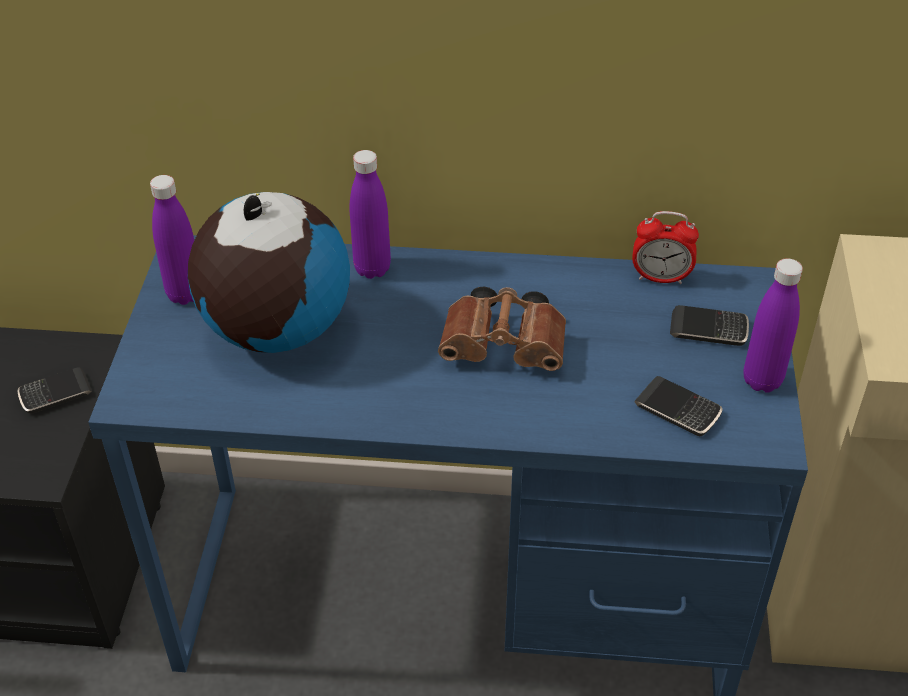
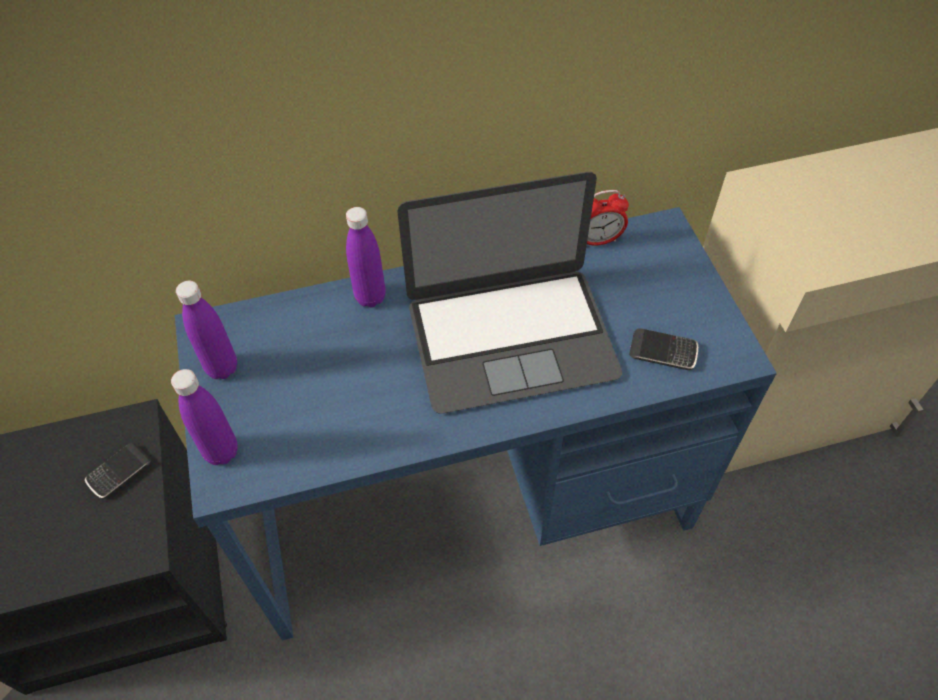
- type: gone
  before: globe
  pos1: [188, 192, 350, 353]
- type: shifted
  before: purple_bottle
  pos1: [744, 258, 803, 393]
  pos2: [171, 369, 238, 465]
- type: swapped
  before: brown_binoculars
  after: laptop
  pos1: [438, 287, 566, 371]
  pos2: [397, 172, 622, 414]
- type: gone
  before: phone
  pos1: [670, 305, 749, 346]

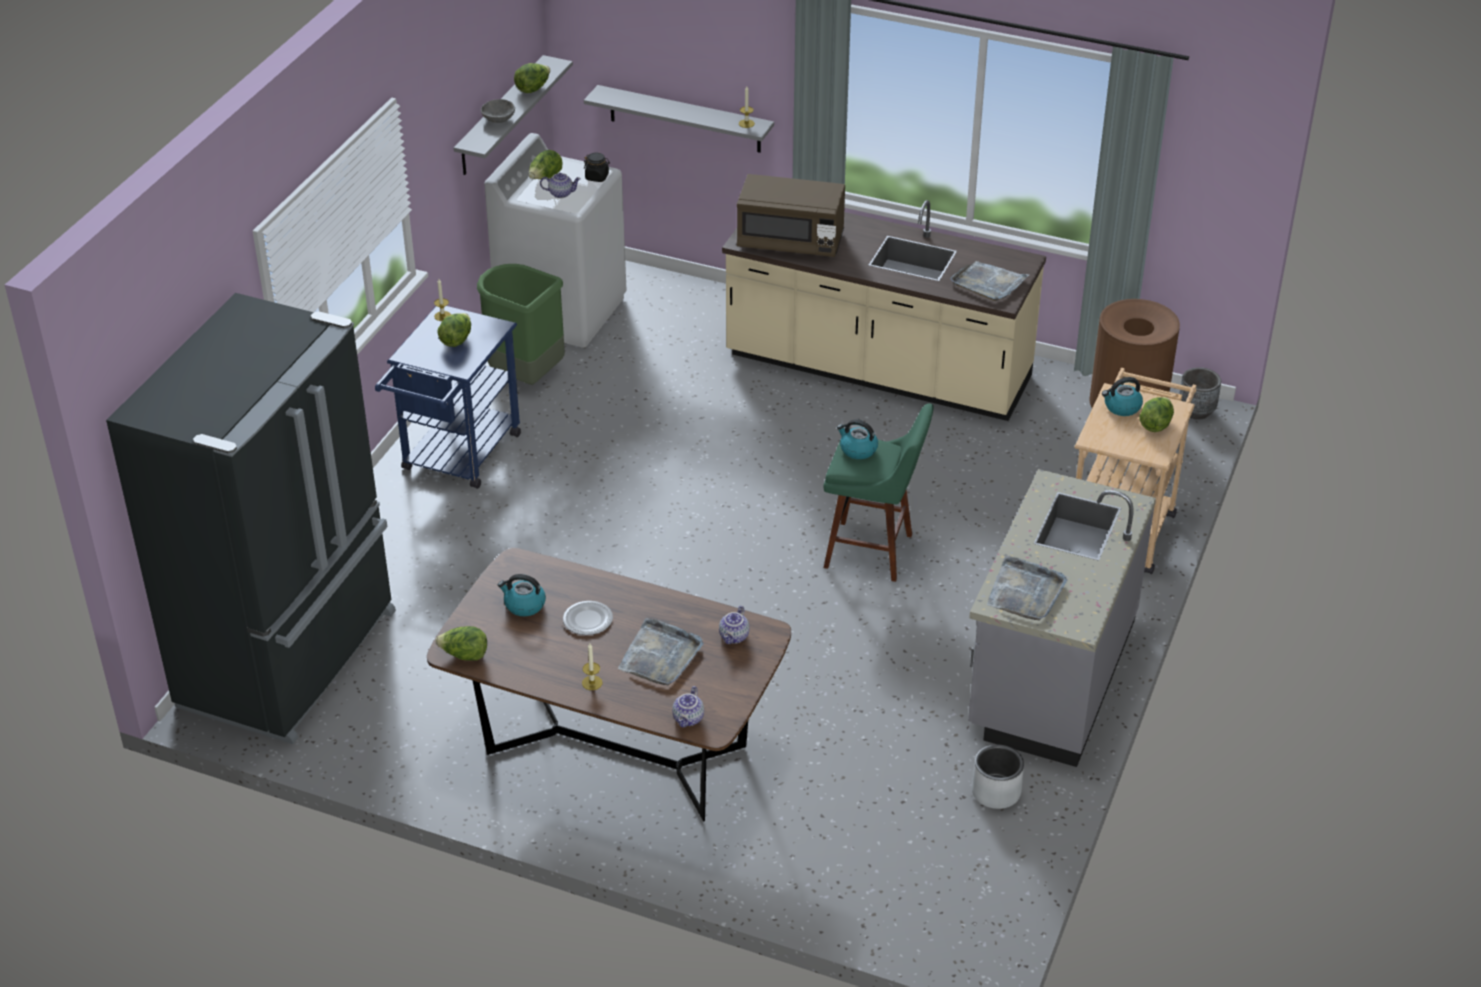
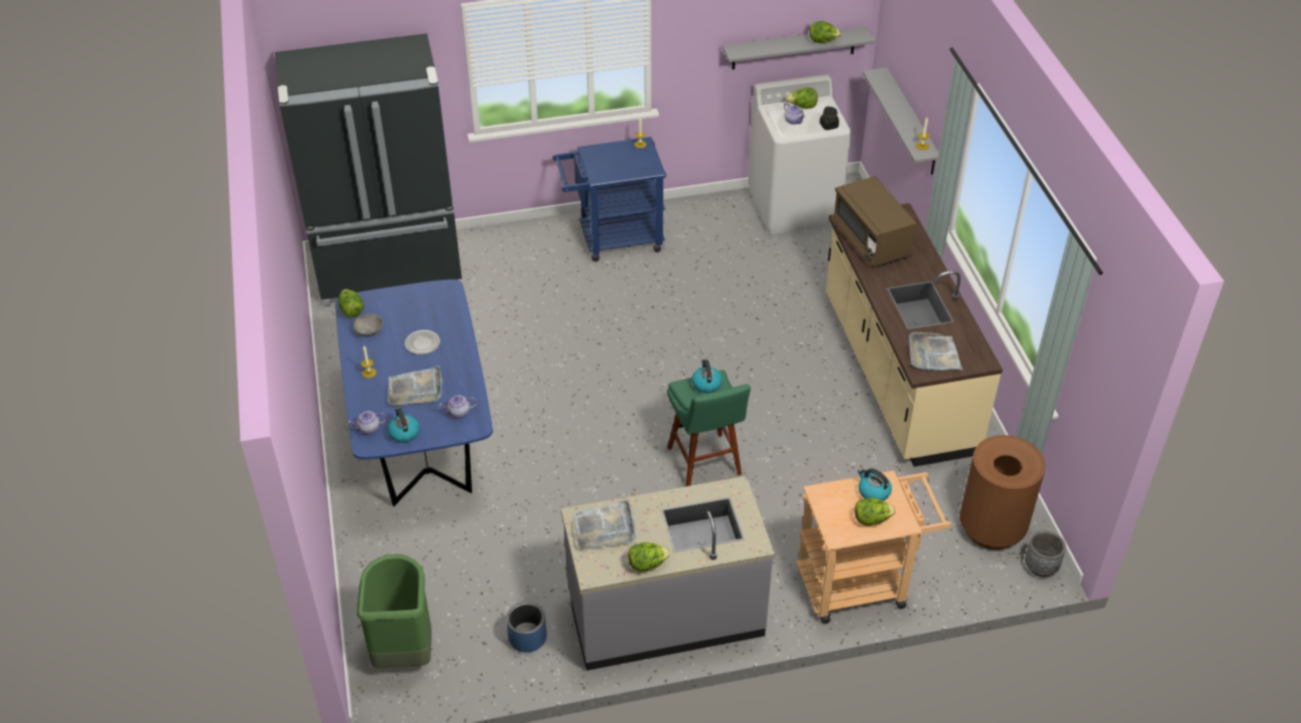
- type: shifted
  before: grey_bowl
  pos1: [481, 99, 515, 123]
  pos2: [354, 314, 383, 336]
- type: shifted
  before: green_trash_can
  pos1: [477, 264, 565, 385]
  pos2: [357, 554, 432, 668]
- type: shifted
  before: lettuce
  pos1: [437, 313, 471, 347]
  pos2: [628, 542, 670, 572]
- type: repainted
  before: brown_dining_table
  after: blue_dining_table
  pos1: [427, 548, 791, 822]
  pos2: [335, 279, 493, 507]
- type: shifted
  before: kettle
  pos1: [498, 574, 546, 616]
  pos2: [388, 407, 420, 443]
- type: repainted
  before: grey_planter
  after: blue_planter
  pos1: [972, 744, 1024, 809]
  pos2: [506, 602, 547, 652]

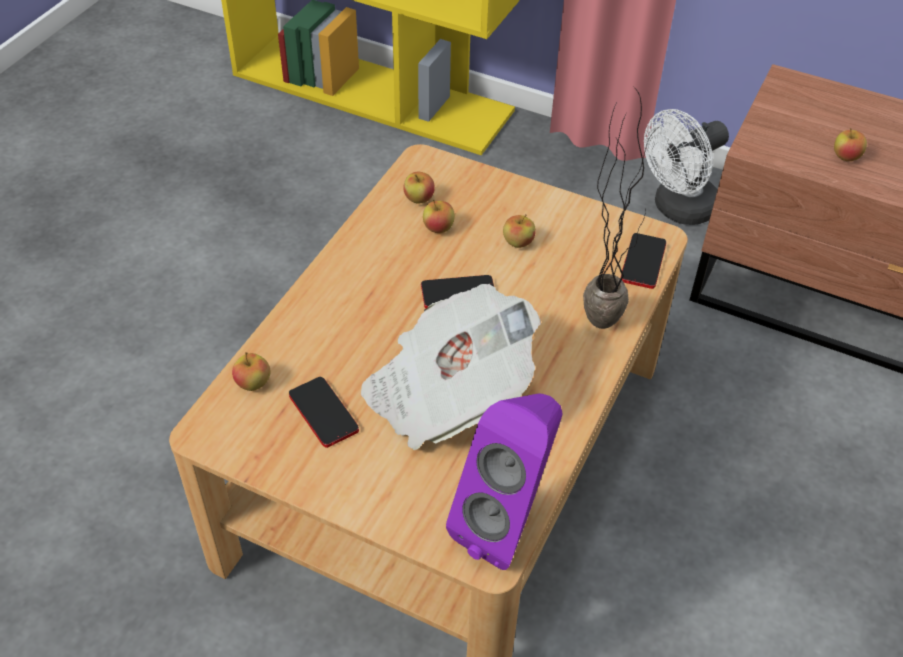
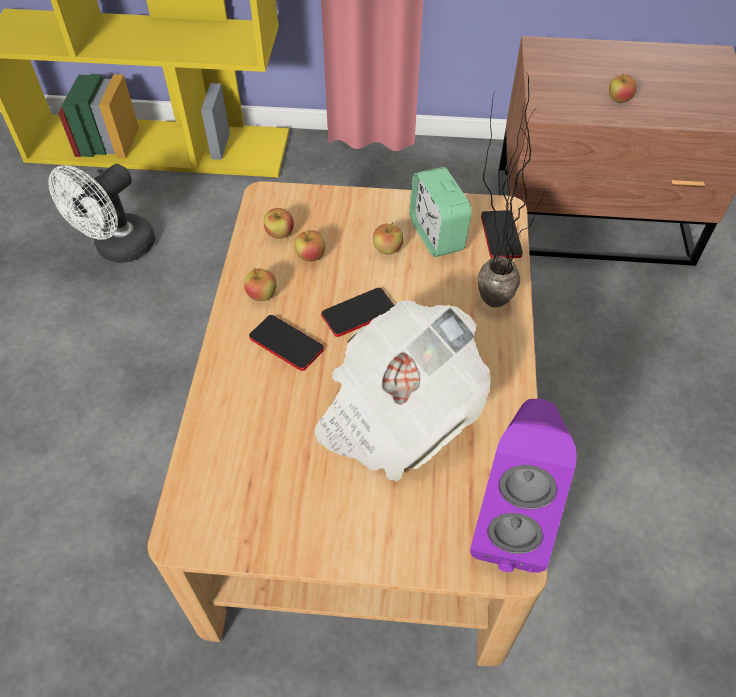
- type: shifted
  before: white_fan
  pos1: [644, 109, 729, 225]
  pos2: [48, 164, 155, 263]
- type: shifted
  before: apple
  pos1: [232, 352, 270, 391]
  pos2: [244, 268, 277, 301]
- type: shifted
  before: phone
  pos1: [289, 377, 359, 448]
  pos2: [249, 315, 324, 371]
- type: new
  after: alarm_clock
  pos2: [409, 167, 472, 257]

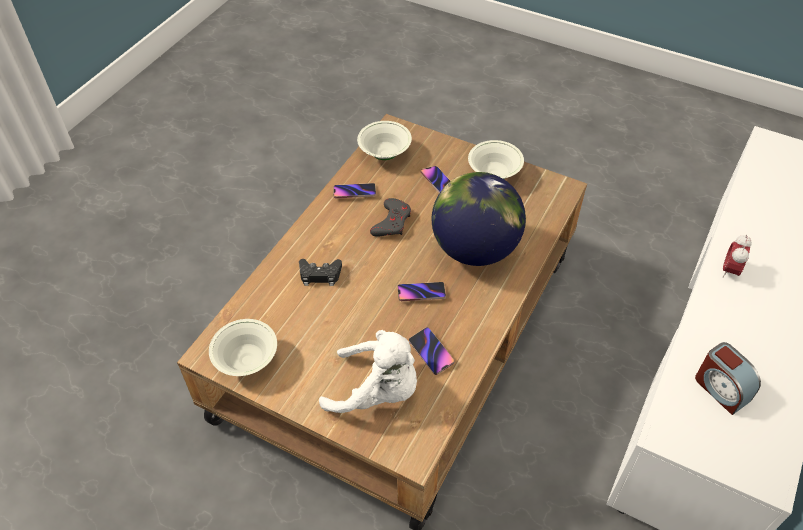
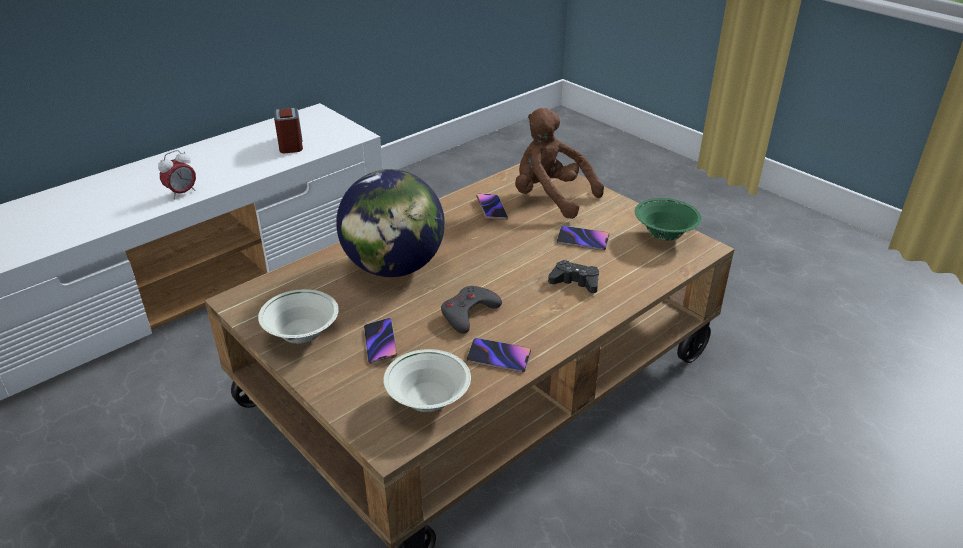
- type: shifted
  before: phone
  pos1: [398, 282, 446, 301]
  pos2: [557, 226, 609, 250]
- type: repainted
  before: white_bowl
  after: green_bowl
  pos1: [209, 319, 277, 376]
  pos2: [635, 198, 702, 241]
- type: repainted
  before: white_plush_toy
  after: brown_plush_toy
  pos1: [319, 330, 417, 413]
  pos2: [515, 108, 604, 219]

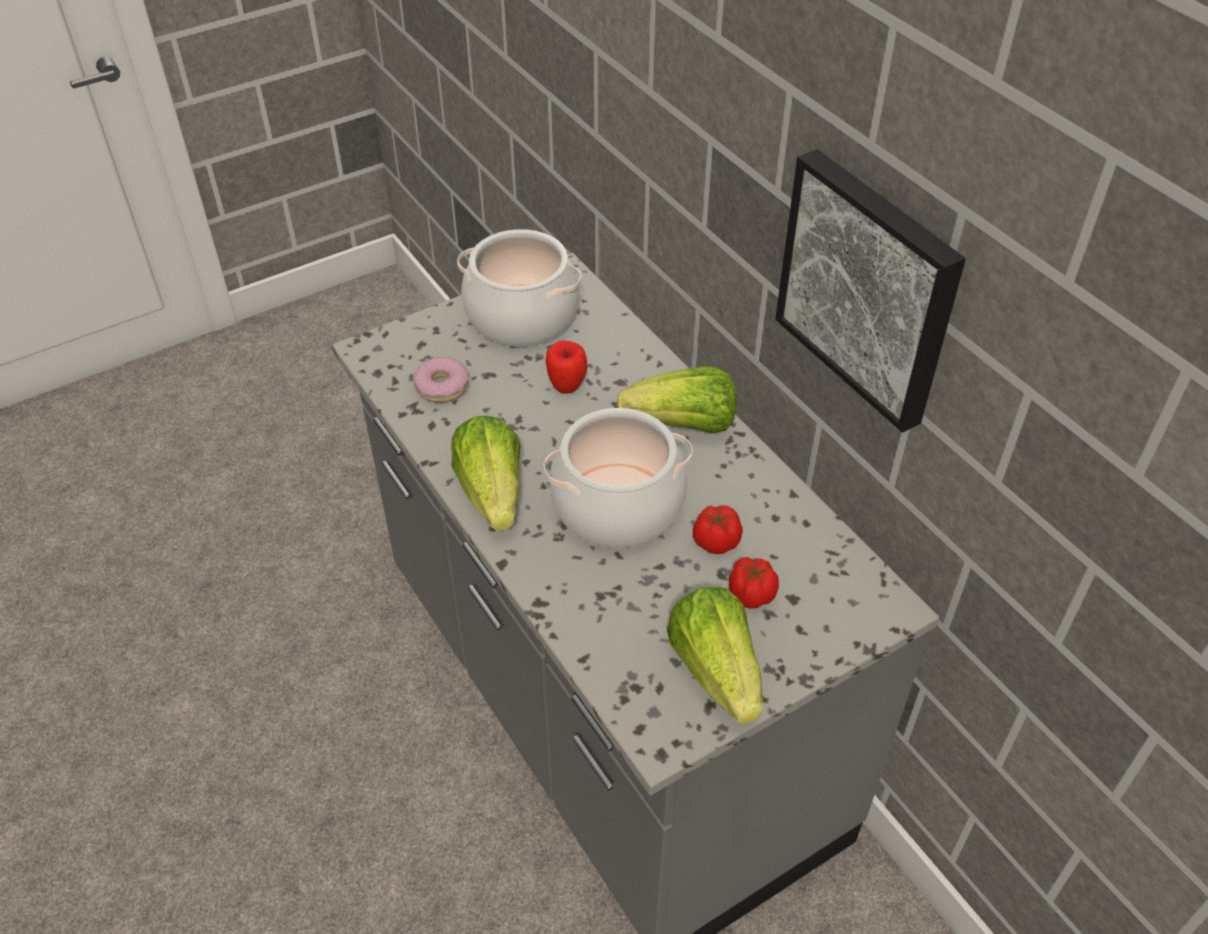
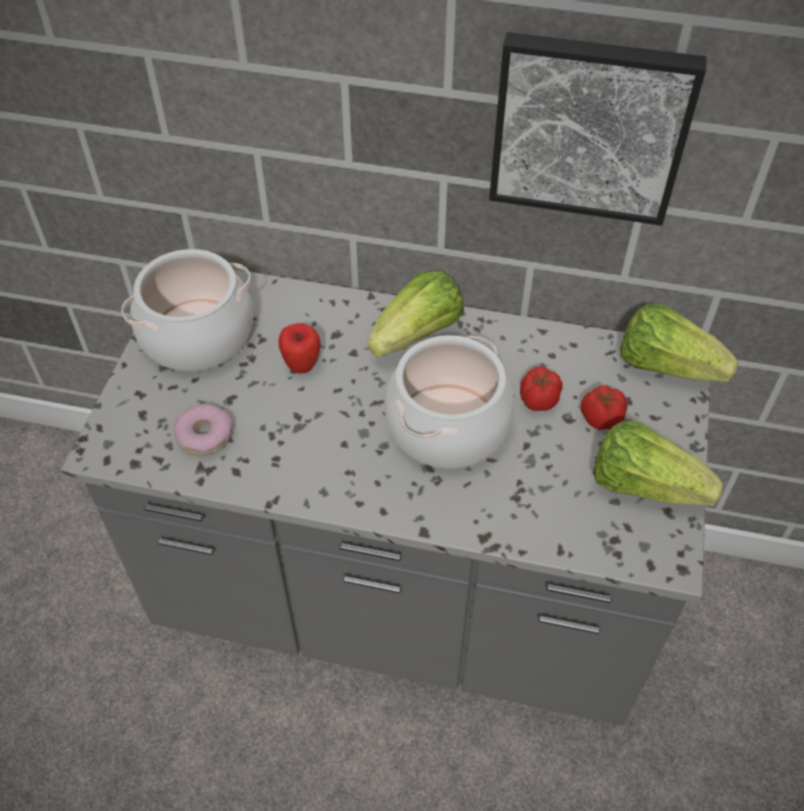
- type: shifted
  before: lettuce
  pos1: [451, 416, 520, 531]
  pos2: [620, 303, 738, 382]

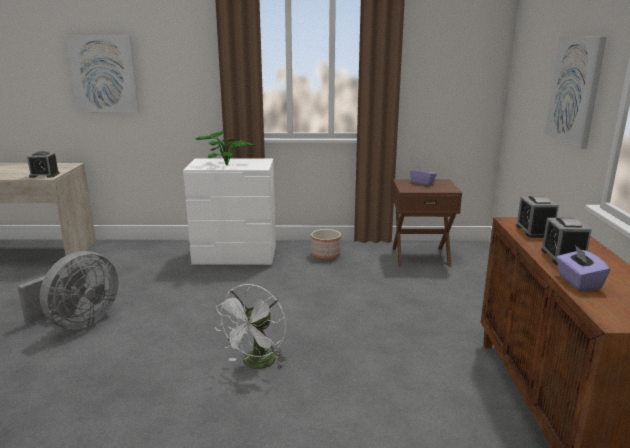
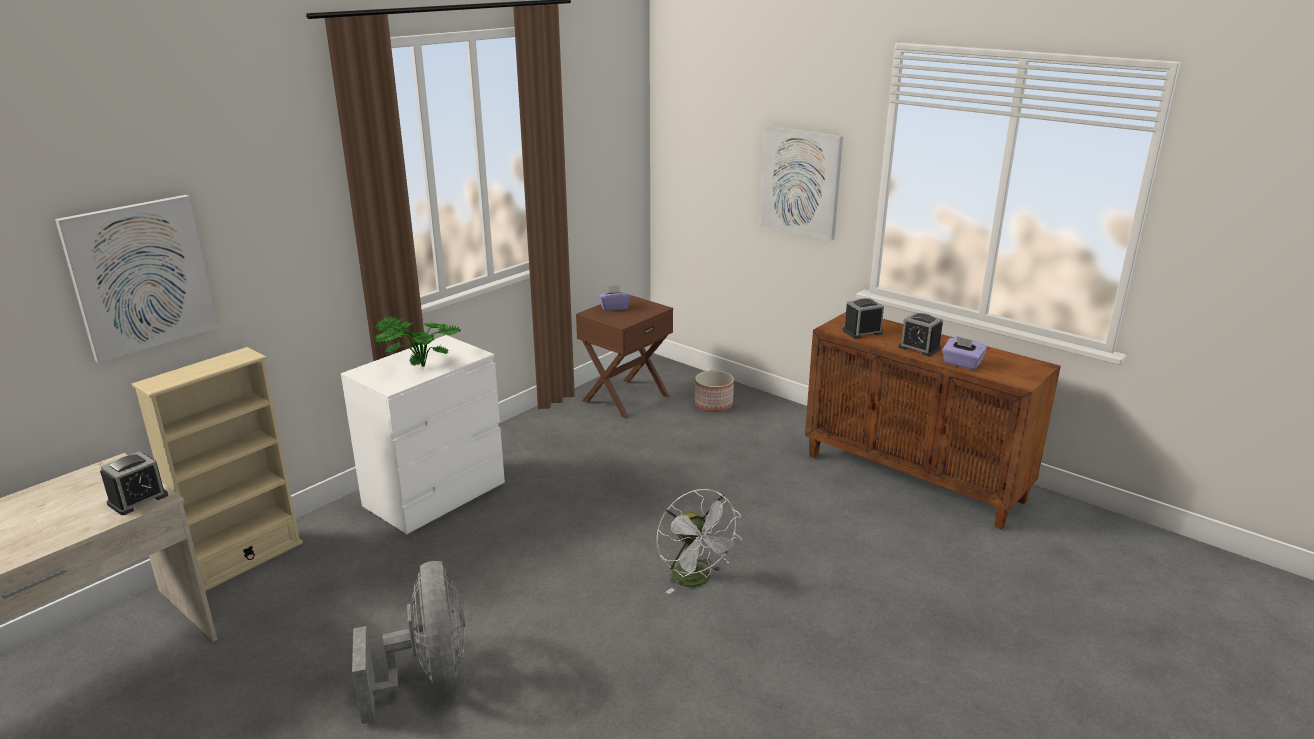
- type: rotated
  before: alarm_clock
  pos1: [516, 196, 559, 238]
  pos2: [842, 298, 884, 339]
  turn: 120
- type: shifted
  before: planter
  pos1: [311, 229, 341, 260]
  pos2: [695, 370, 734, 412]
- type: new
  after: beige_bookcase
  pos2: [132, 347, 303, 591]

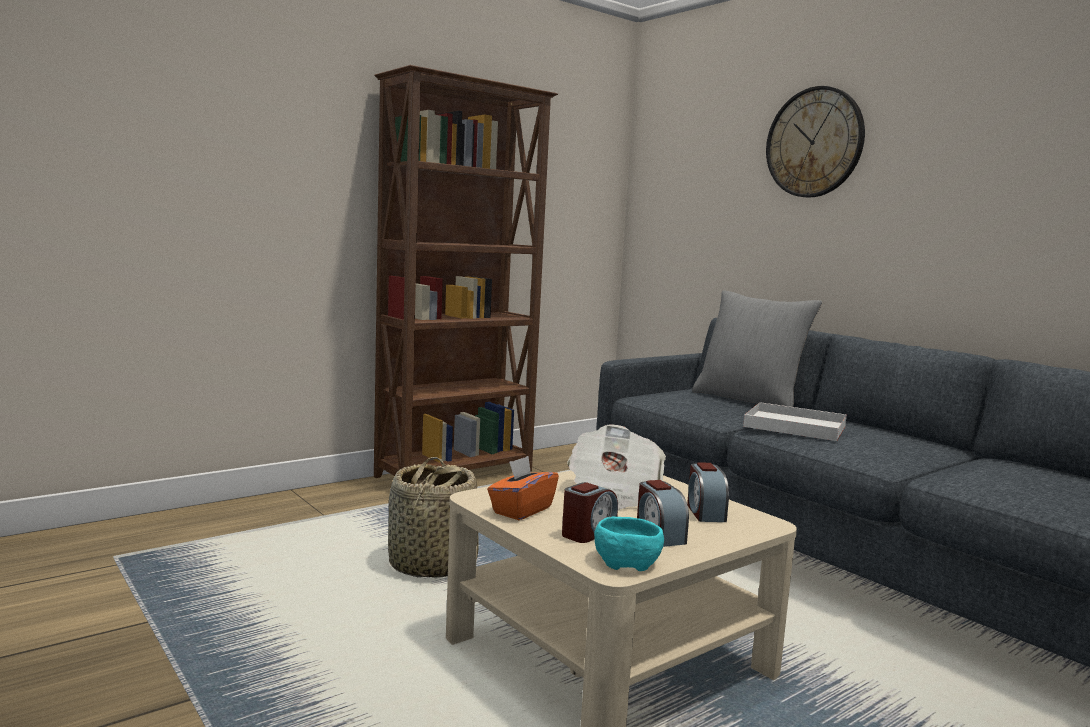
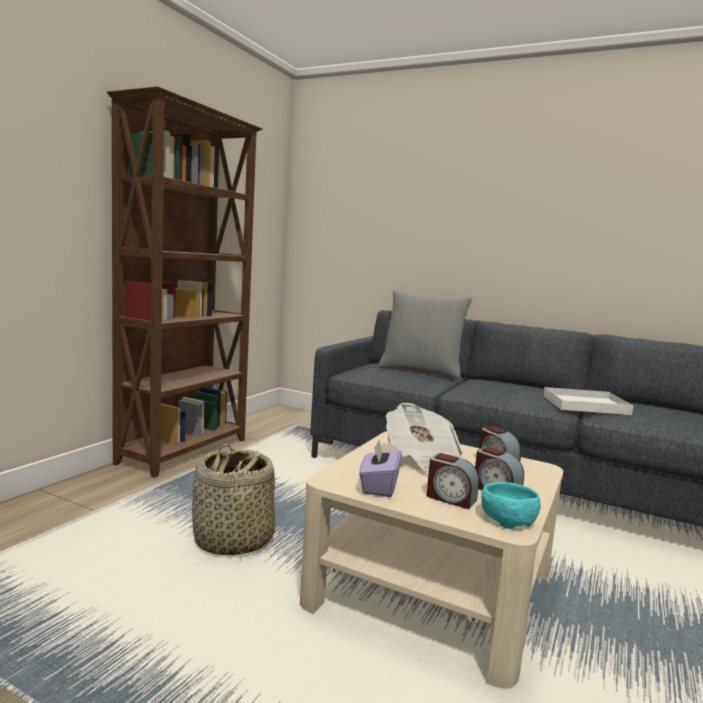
- type: gone
  before: wall_clock
  pos1: [766, 86, 865, 198]
- type: shifted
  before: white_tray
  pos1: [743, 402, 847, 441]
  pos2: [544, 387, 633, 415]
- type: repainted
  before: orange_tissue_box
  after: purple_tissue_box
  pos1: [487, 456, 559, 520]
  pos2: [359, 440, 402, 497]
- type: rotated
  before: alarm_clock
  pos1: [562, 482, 618, 543]
  pos2: [427, 453, 479, 509]
  turn: 105

